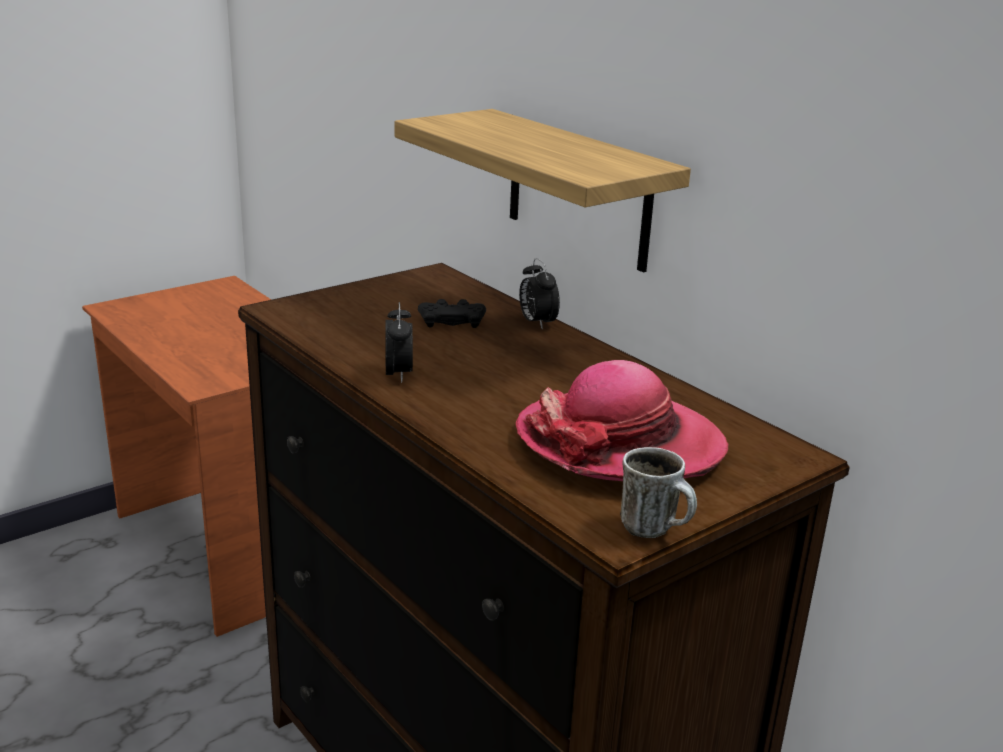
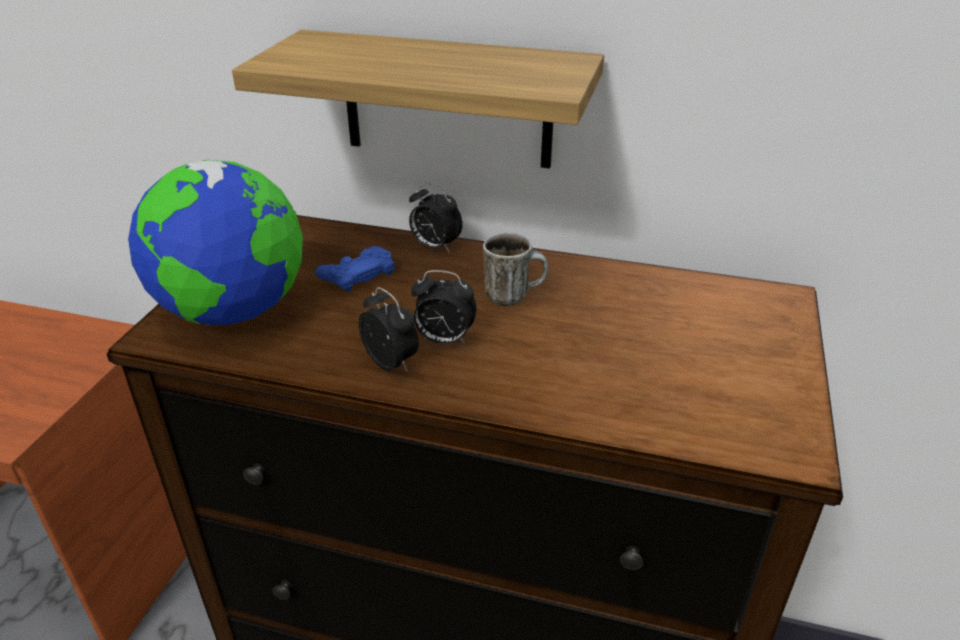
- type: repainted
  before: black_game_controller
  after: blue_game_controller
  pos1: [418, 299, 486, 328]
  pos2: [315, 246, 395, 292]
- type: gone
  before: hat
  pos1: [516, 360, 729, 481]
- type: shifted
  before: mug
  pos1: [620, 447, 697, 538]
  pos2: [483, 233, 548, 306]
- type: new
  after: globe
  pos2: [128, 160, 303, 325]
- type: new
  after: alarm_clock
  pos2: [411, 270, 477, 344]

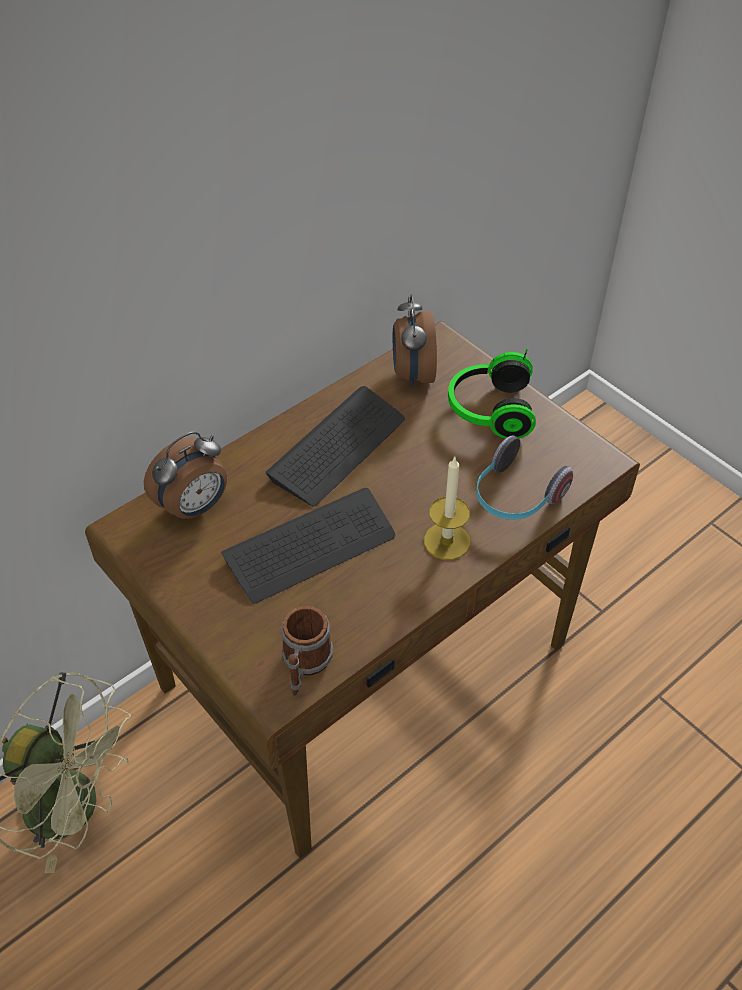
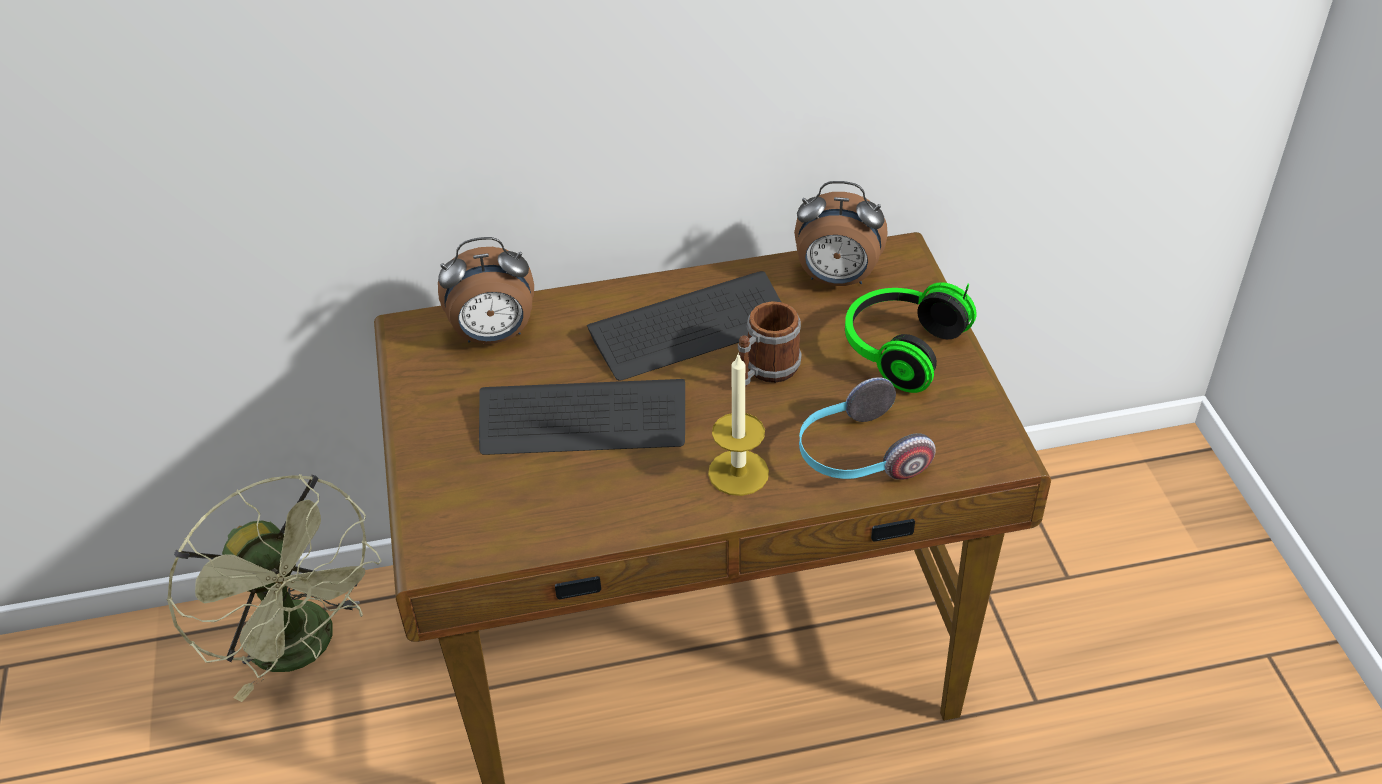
- type: rotated
  before: alarm_clock
  pos1: [393, 294, 437, 388]
  pos2: [794, 181, 888, 286]
  turn: -105
- type: shifted
  before: mug
  pos1: [281, 606, 333, 696]
  pos2: [738, 301, 802, 388]

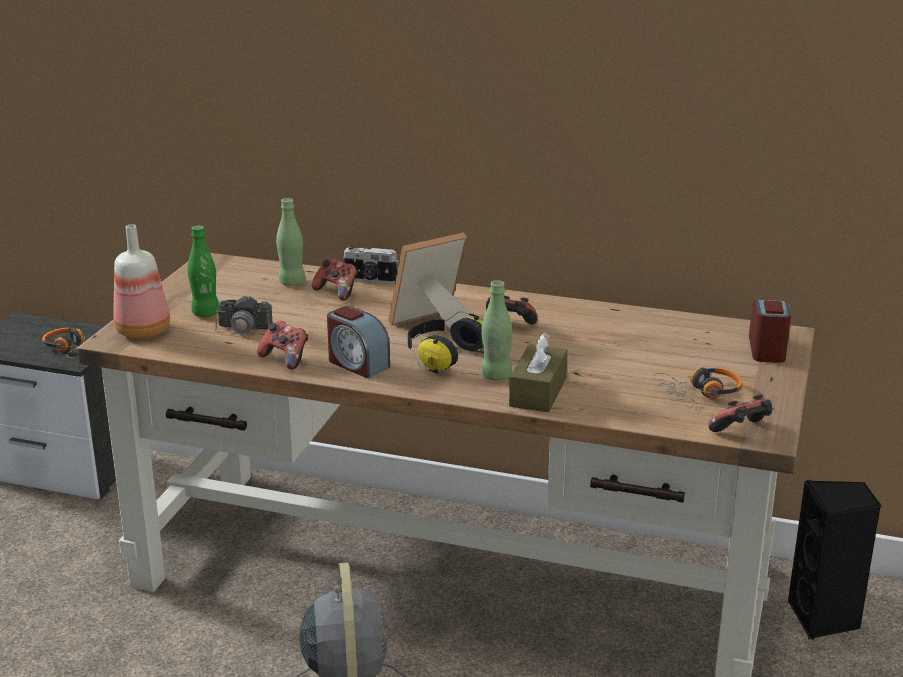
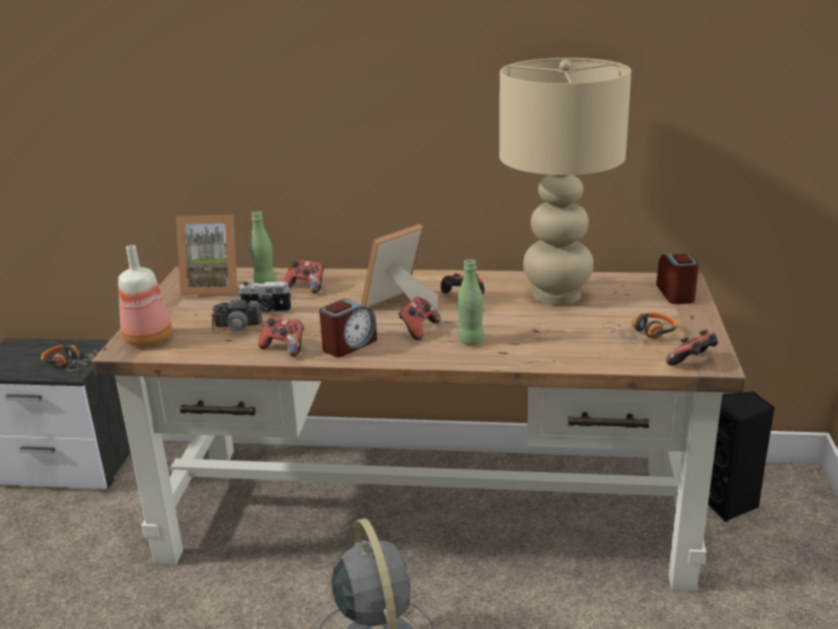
- type: gone
  before: green_bottle
  pos1: [187, 225, 219, 317]
- type: shifted
  before: photo_camera
  pos1: [343, 245, 399, 284]
  pos2: [239, 282, 291, 313]
- type: rotated
  before: alarm_clock
  pos1: [327, 306, 390, 379]
  pos2: [319, 299, 377, 357]
  turn: -75
- type: swapped
  before: headphones
  after: game_controller
  pos1: [408, 311, 483, 374]
  pos2: [398, 296, 441, 340]
- type: gone
  before: brown_tissue_box
  pos1: [509, 332, 568, 412]
- type: new
  after: beige_table_lamp
  pos2: [499, 58, 631, 305]
- type: new
  after: picture_frame
  pos2: [176, 215, 238, 296]

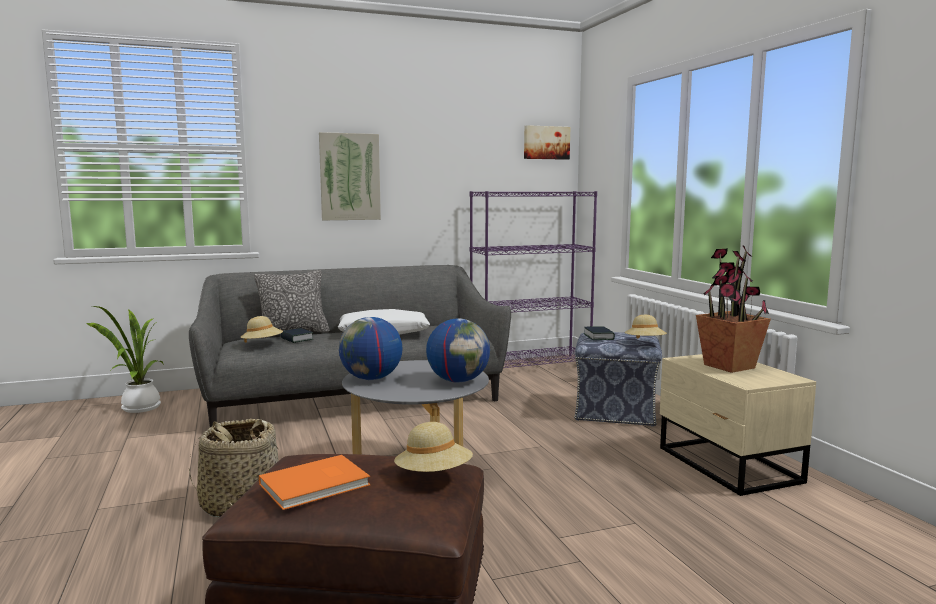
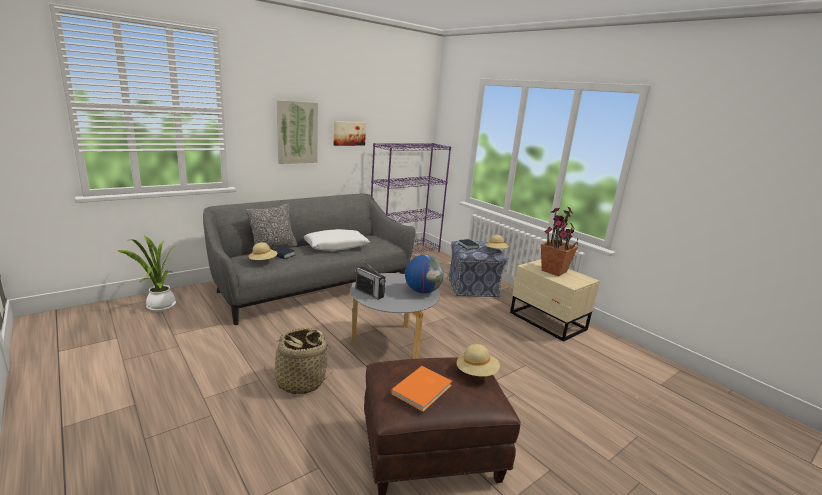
- type: shifted
  before: picture
  pos1: [524, 125, 570, 160]
  pos2: [333, 121, 366, 146]
- type: swapped
  before: globe
  after: radio
  pos1: [339, 317, 402, 380]
  pos2: [355, 259, 386, 300]

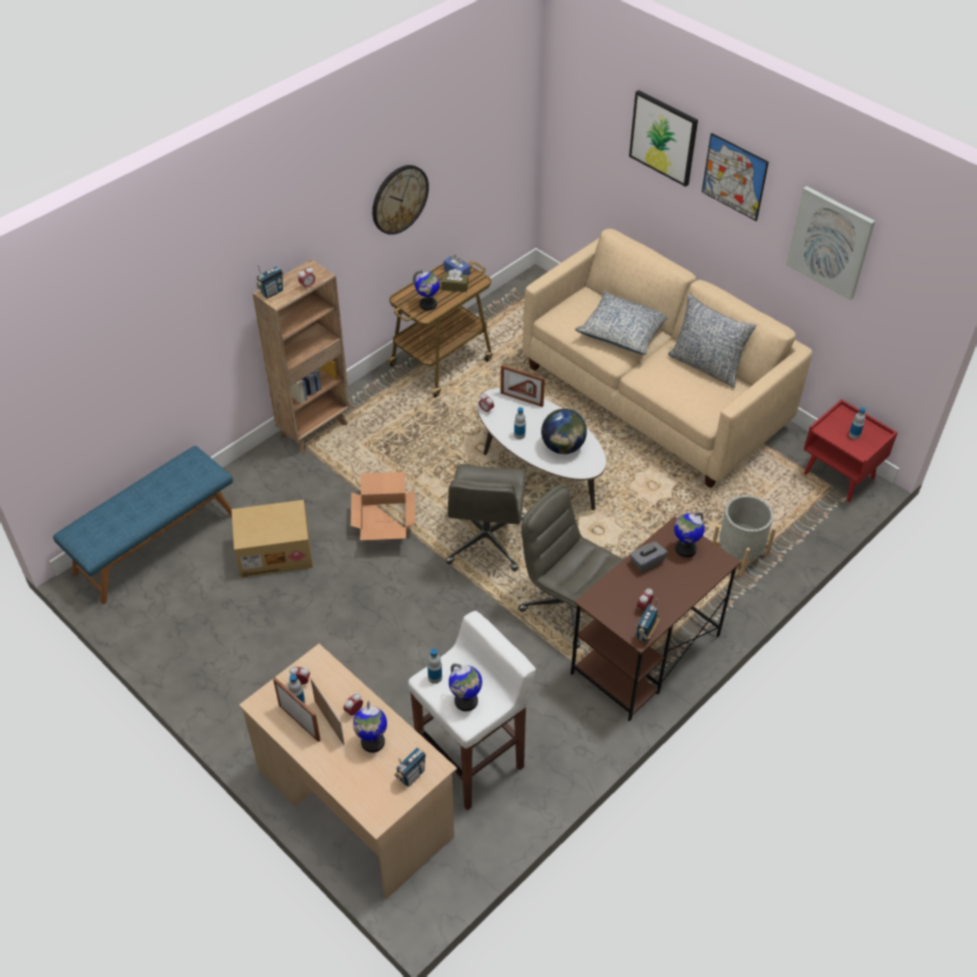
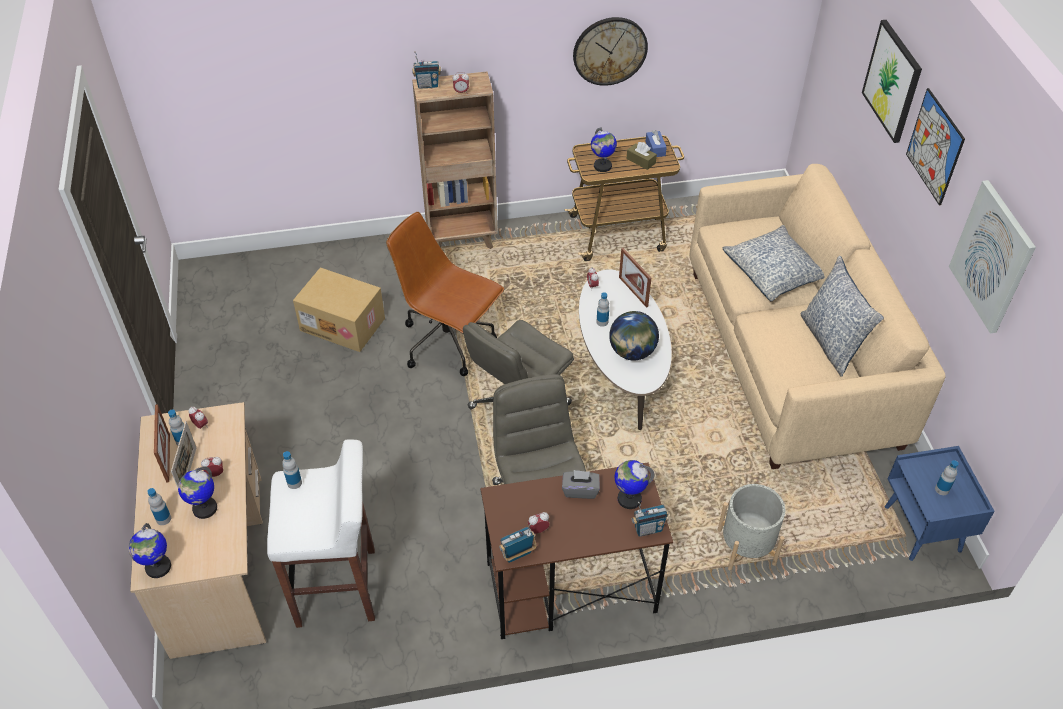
- type: repainted
  before: red_nightstand
  after: blue_nightstand
  pos1: [804, 399, 898, 502]
  pos2: [885, 446, 995, 561]
- type: gone
  before: blue_bench
  pos1: [53, 446, 233, 604]
- type: swapped
  before: cardboard_box
  after: brown_office_chair
  pos1: [351, 472, 415, 540]
  pos2: [386, 212, 504, 376]
- type: shifted
  before: globe
  pos1: [449, 663, 482, 711]
  pos2: [128, 523, 171, 578]
- type: shifted
  before: radio
  pos1: [394, 748, 426, 787]
  pos2: [631, 502, 669, 537]
- type: new
  after: bottle
  pos2: [147, 488, 171, 525]

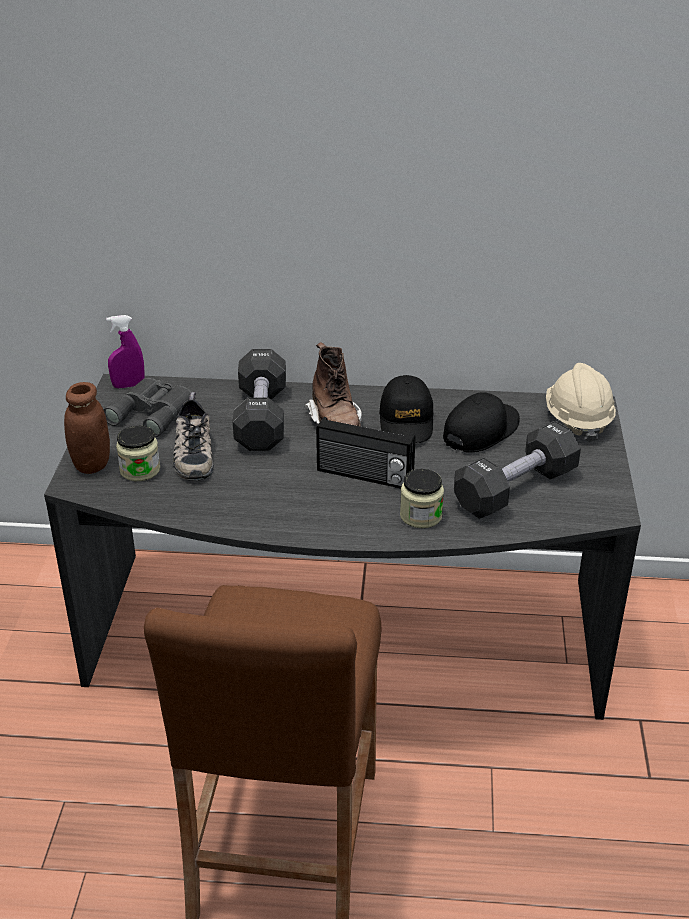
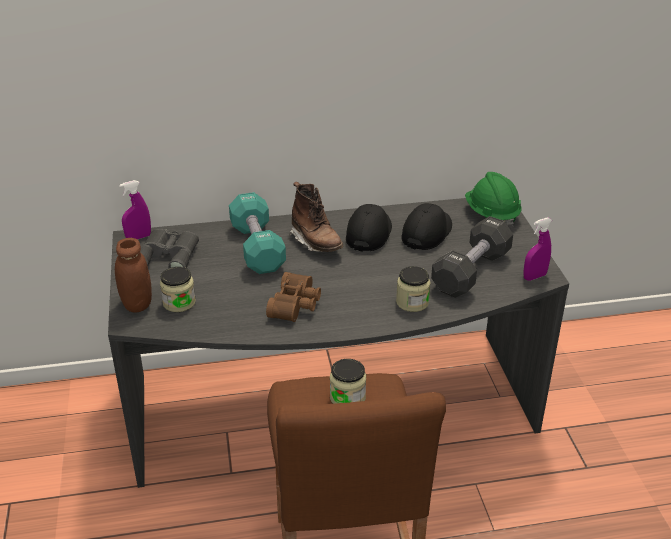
- type: repainted
  before: black_dumbbell
  after: turquoise_dumbbell
  pos1: [233, 349, 286, 451]
  pos2: [229, 192, 286, 274]
- type: repainted
  before: beige_hard_hat
  after: green_hard_hat
  pos1: [546, 363, 616, 443]
  pos2: [465, 172, 522, 228]
- type: rotated
  before: black_cap
  pos1: [379, 375, 434, 443]
  pos2: [346, 204, 392, 251]
  turn: -150
- type: gone
  before: shoe
  pos1: [173, 392, 214, 481]
- type: gone
  before: radio
  pos1: [316, 417, 415, 488]
- type: new
  after: purple_spray_bottle
  pos2: [523, 217, 552, 281]
- type: new
  after: brown_binoculars
  pos2: [266, 272, 321, 322]
- type: new
  after: jar
  pos2: [330, 359, 366, 404]

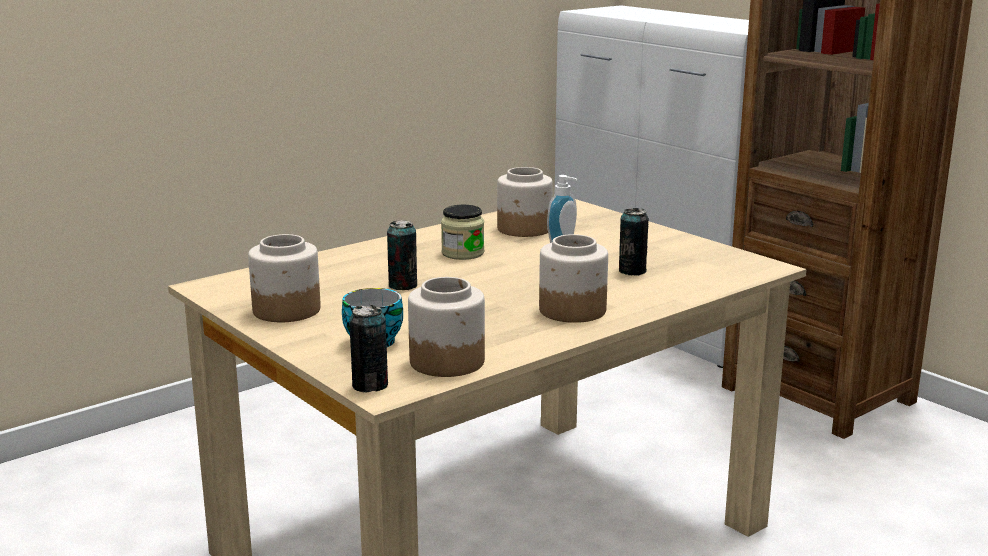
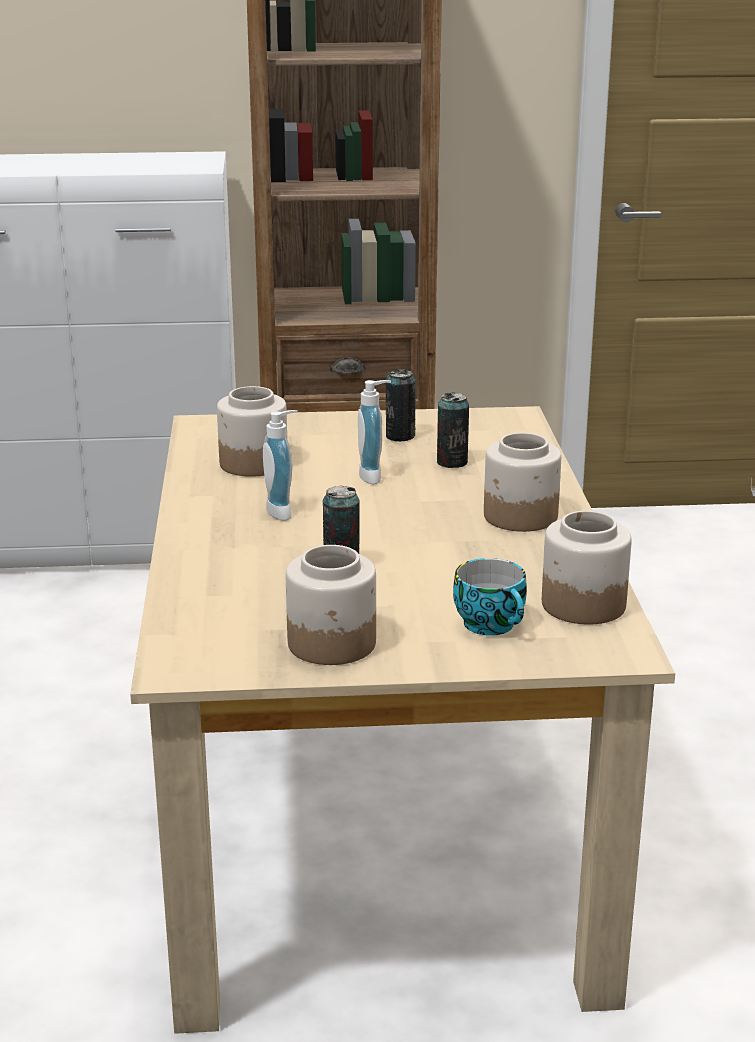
- type: swapped
  before: jar
  after: soap_dispenser
  pos1: [441, 205, 484, 260]
  pos2: [263, 410, 298, 521]
- type: shifted
  before: can
  pos1: [349, 305, 388, 392]
  pos2: [386, 369, 416, 442]

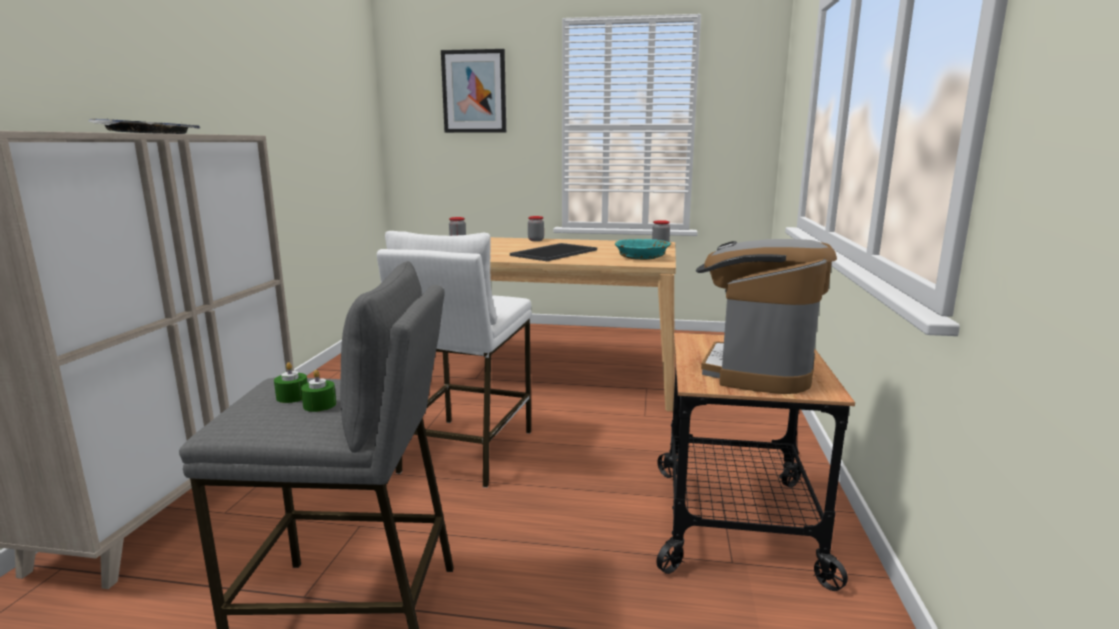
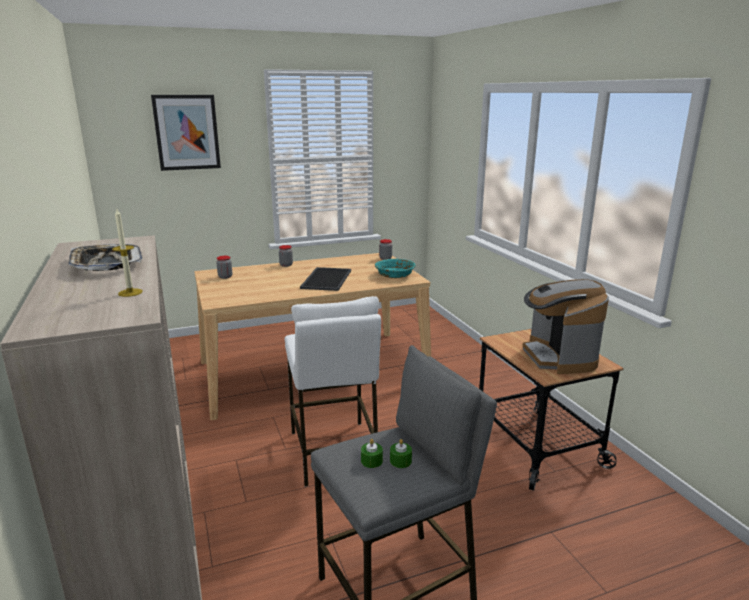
- type: new
  after: candle
  pos2: [112, 209, 143, 297]

